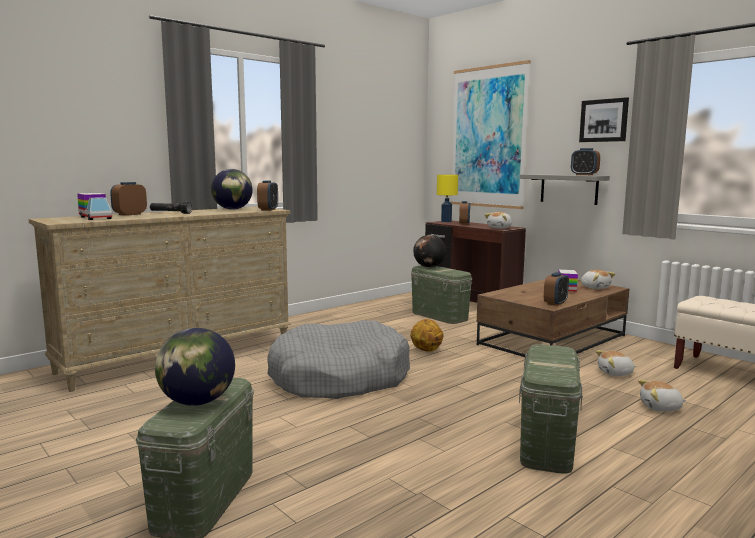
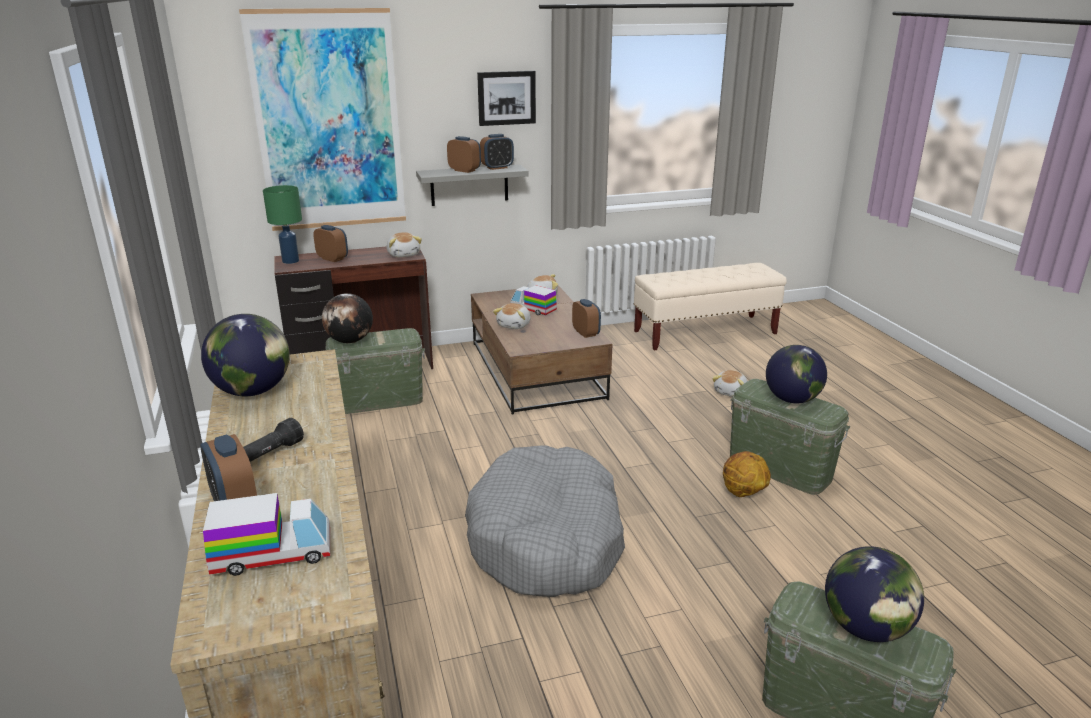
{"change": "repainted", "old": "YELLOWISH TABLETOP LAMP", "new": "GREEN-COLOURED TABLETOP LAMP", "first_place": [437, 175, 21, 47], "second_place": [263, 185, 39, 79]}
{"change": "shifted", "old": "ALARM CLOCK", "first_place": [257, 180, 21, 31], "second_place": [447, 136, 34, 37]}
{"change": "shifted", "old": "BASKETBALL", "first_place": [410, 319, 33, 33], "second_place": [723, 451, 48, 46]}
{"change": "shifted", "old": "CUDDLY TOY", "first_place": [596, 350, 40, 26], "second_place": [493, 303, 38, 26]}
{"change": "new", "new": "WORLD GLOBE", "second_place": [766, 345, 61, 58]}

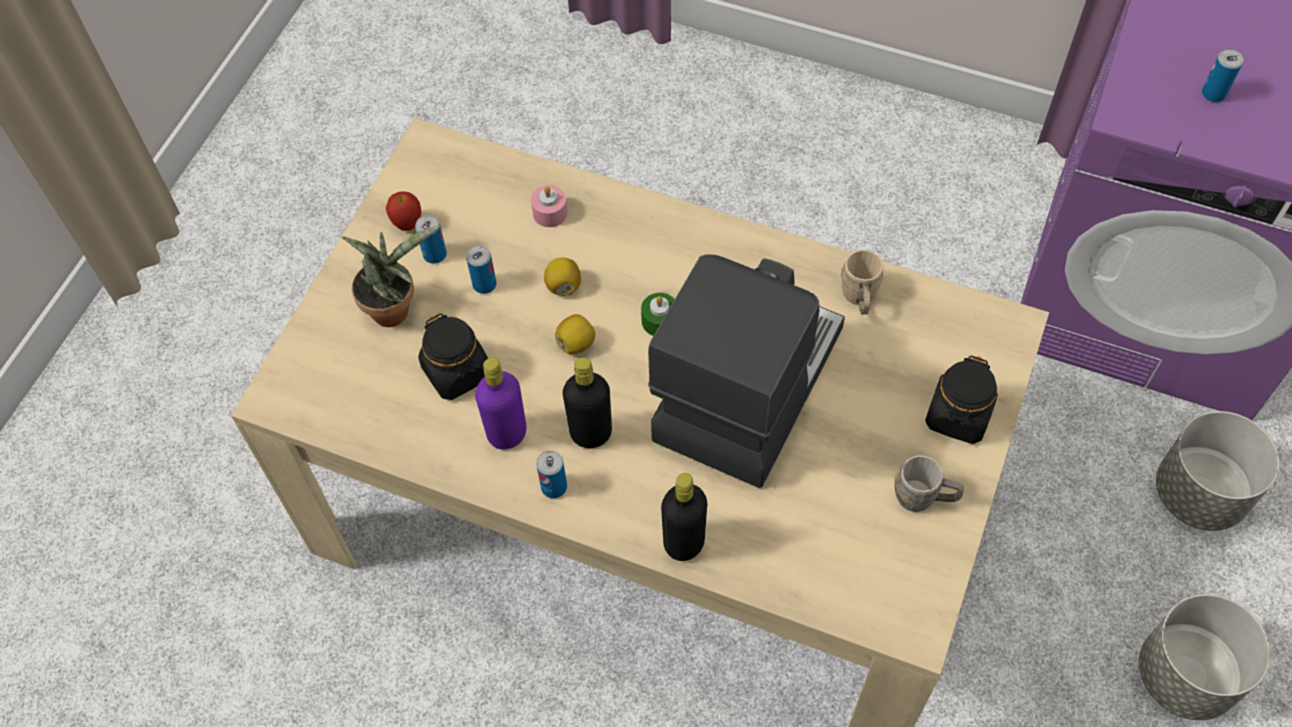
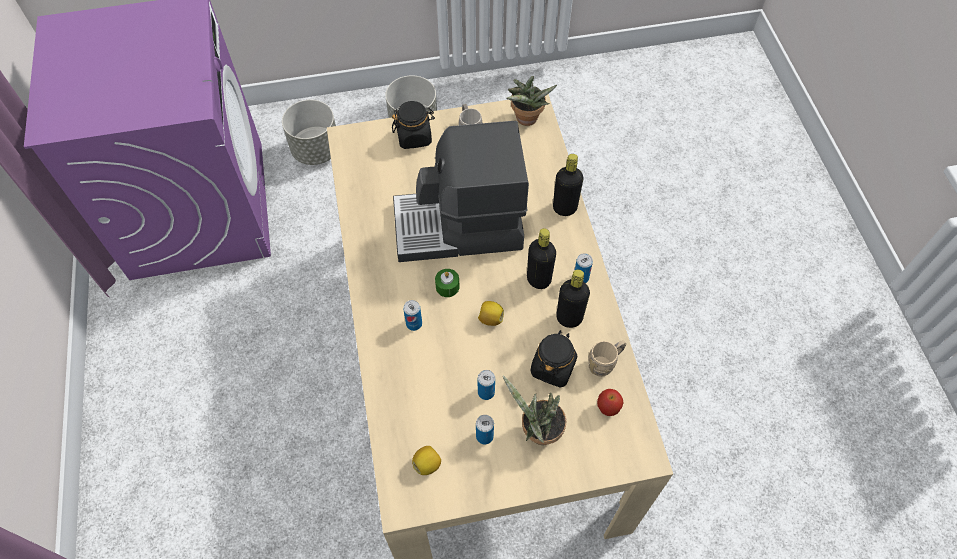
{"change": "shifted", "old": "METAL CAN", "first_place": [1202, 49, 41, 53], "second_place": [403, 300, 19, 31]}
{"change": "gone", "old": "PINK CANDLE", "first_place": [531, 185, 37, 42]}
{"change": "shifted", "old": "APPLE", "first_place": [386, 191, 35, 40], "second_place": [597, 389, 26, 27]}
{"change": "shifted", "old": "BEIGE-COLOURED COFFEE MUG", "first_place": [840, 250, 43, 65], "second_place": [588, 340, 38, 37]}
{"change": "shifted", "old": "WHOLE LEMON", "first_place": [544, 257, 37, 39], "second_place": [412, 446, 29, 29]}
{"change": "repainted", "old": "PURPLE BEVERAGE BOTTLE", "new": "BLACK BEVERAGE BOTTLE", "first_place": [475, 357, 52, 93], "second_place": [556, 269, 34, 59]}
{"change": "new", "new": "PLANT IN A POT", "second_place": [506, 76, 51, 50]}

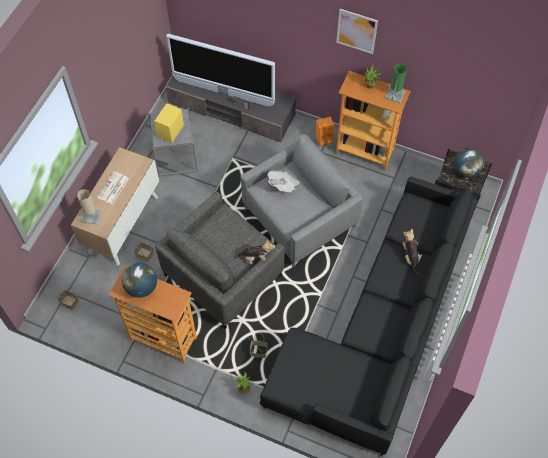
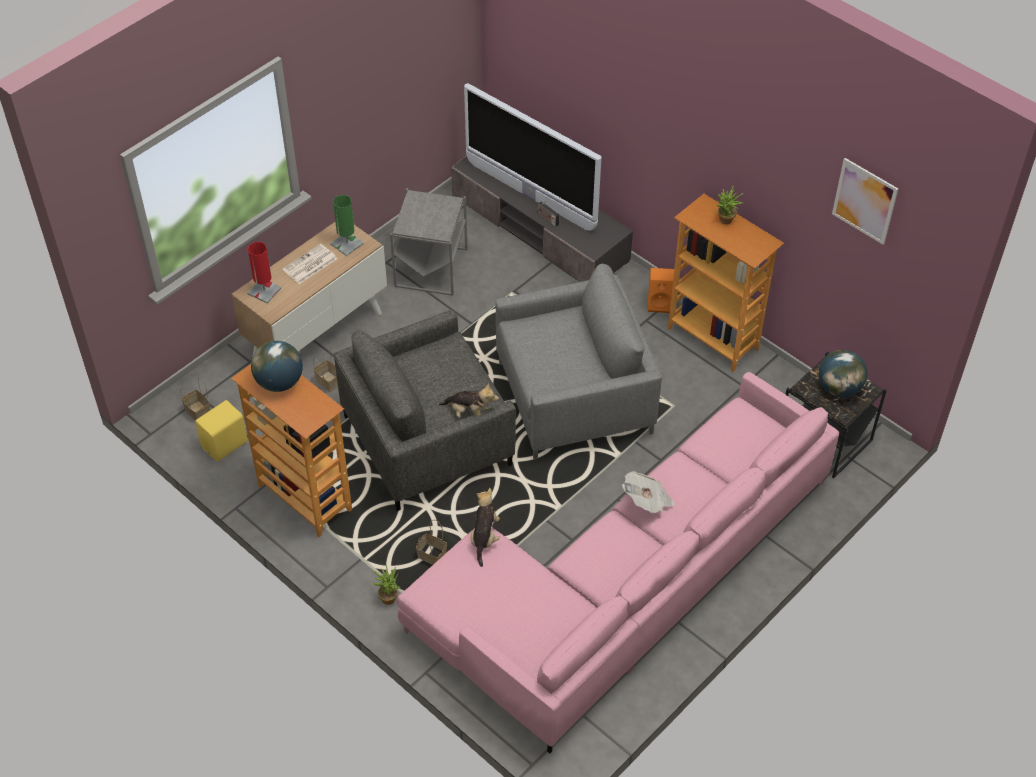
{"change": "shifted", "old": "WALL PICTURE", "first_place": [336, 9, 42, 45], "second_place": [832, 158, 66, 87]}
{"change": "shifted", "old": "GREEN-COLOURED TABLETOP LAMP", "first_place": [385, 64, 22, 39], "second_place": [330, 195, 34, 61]}
{"change": "shifted", "old": "YELLOWISH AUDIO SPEAKER", "first_place": [154, 103, 30, 40], "second_place": [195, 400, 53, 62]}
{"change": "shifted", "old": "DAILY PAPER", "first_place": [267, 171, 33, 22], "second_place": [622, 471, 53, 43]}
{"change": "repainted", "old": "BLACK COUCH", "new": "PINK COUCH", "first_place": [260, 177, 218, 279], "second_place": [397, 372, 442, 382]}
{"change": "repainted", "old": "BEIGE-COLOURED TABLETOP LAMP", "new": "RED-COLOURED TABLETOP LAMP", "first_place": [77, 189, 25, 35], "second_place": [247, 242, 35, 61]}
{"change": "shifted", "old": "CUDDLY TOY", "first_place": [402, 228, 21, 48], "second_place": [471, 488, 29, 79]}

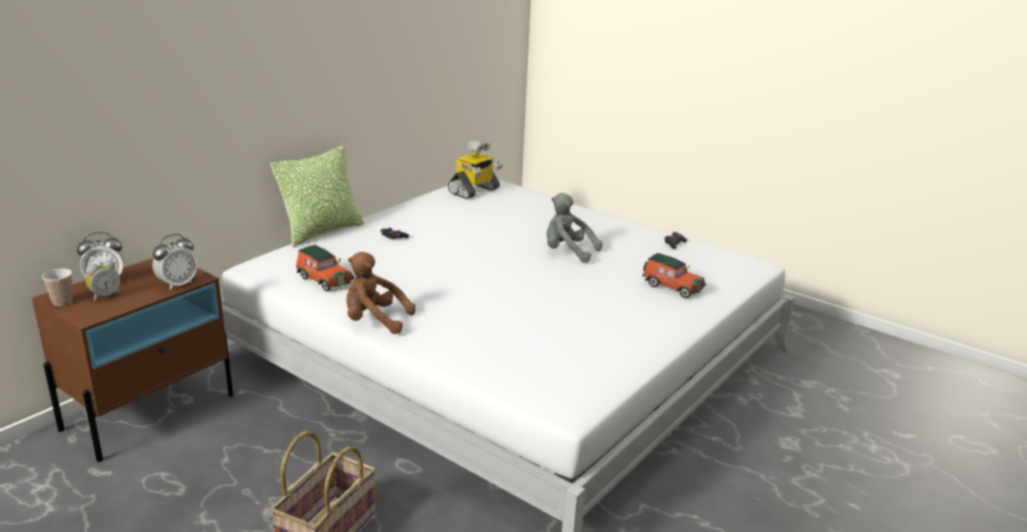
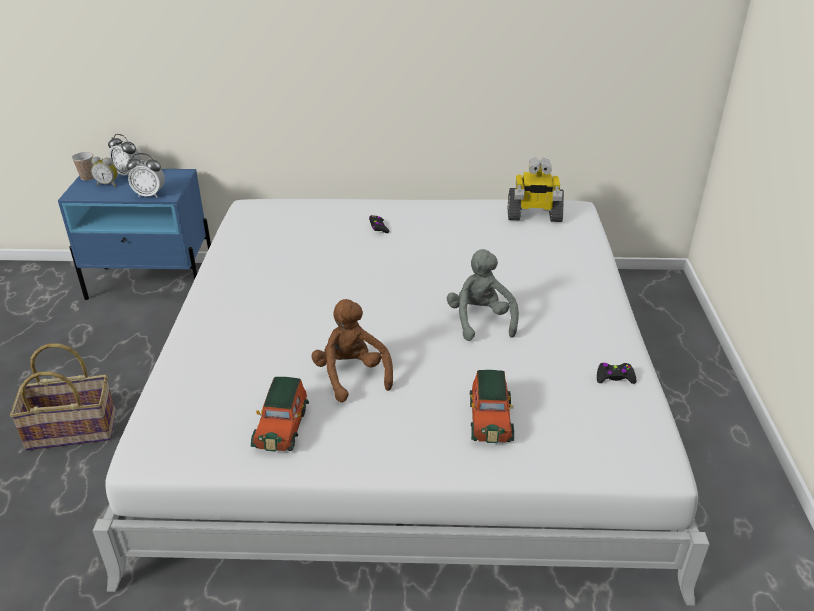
{"change": "gone", "old": "THROW PILLOW", "first_place": [270, 146, 94, 101]}
{"change": "shifted", "old": "TOY CAR", "first_place": [296, 245, 58, 47], "second_place": [251, 377, 58, 75]}
{"change": "shifted", "old": "BROWN-COLOURED CUDDLY TOY", "first_place": [346, 252, 69, 82], "second_place": [311, 299, 82, 103]}
{"change": "repainted", "old": "BROWN-COLOURED BEDSIDE TABLE", "new": "BLUISH BEDSIDE TABLE", "first_place": [32, 258, 201, 204], "second_place": [58, 169, 153, 131]}

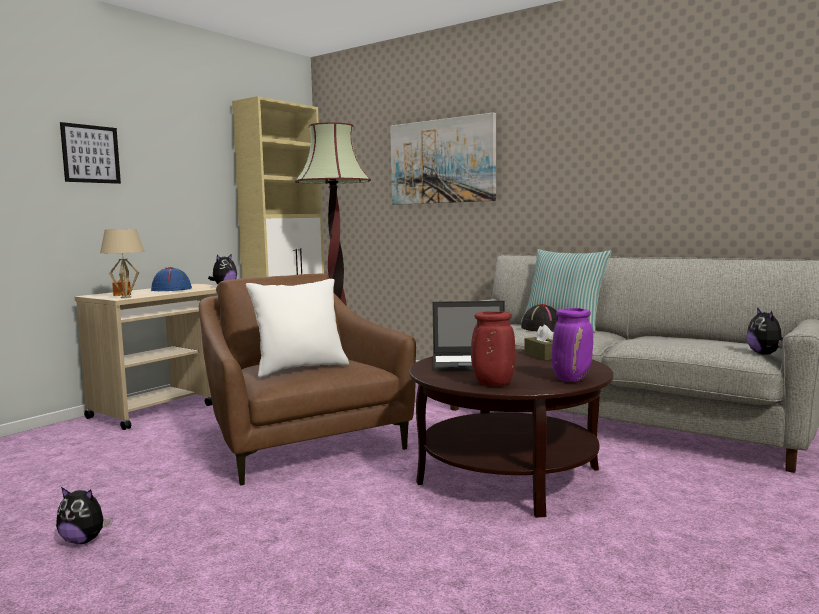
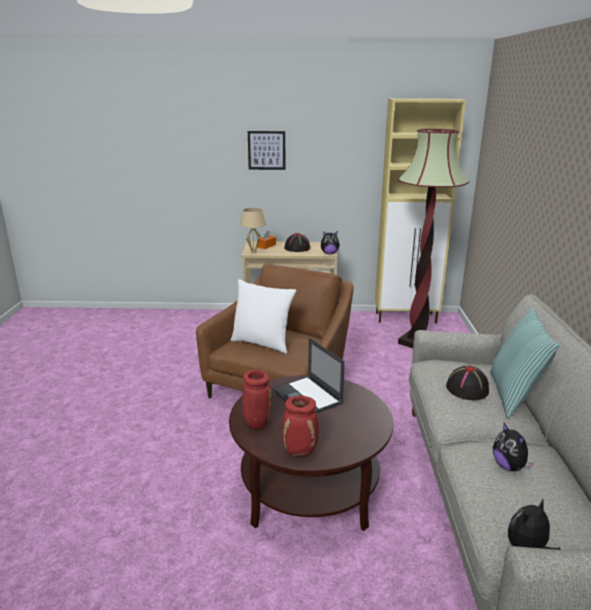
{"change": "gone", "old": "WALL PICTURE", "first_place": [390, 113, 106, 92]}
{"change": "repainted", "old": "BLUISH HAT", "new": "BLACK HAT", "first_place": [151, 267, 41, 24], "second_place": [284, 233, 26, 19]}
{"change": "repainted", "old": "PURPLE DECORATIVE VASE", "new": "RED-COLOURED DECORATIVE VASE", "first_place": [552, 308, 41, 74], "second_place": [282, 396, 37, 61]}
{"change": "gone", "old": "BROWN-COLOURED BOX OF TISSUES", "first_place": [524, 325, 30, 36]}
{"change": "shifted", "old": "CUDDLY TOY", "first_place": [56, 487, 56, 57], "second_place": [493, 423, 41, 48]}

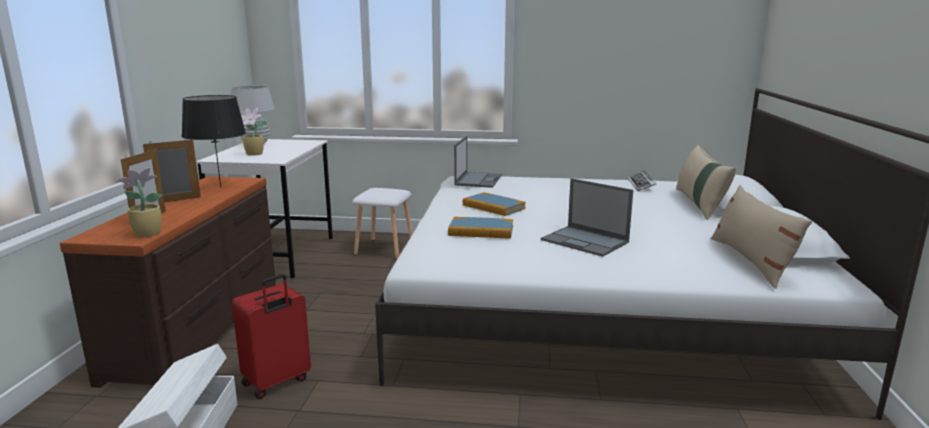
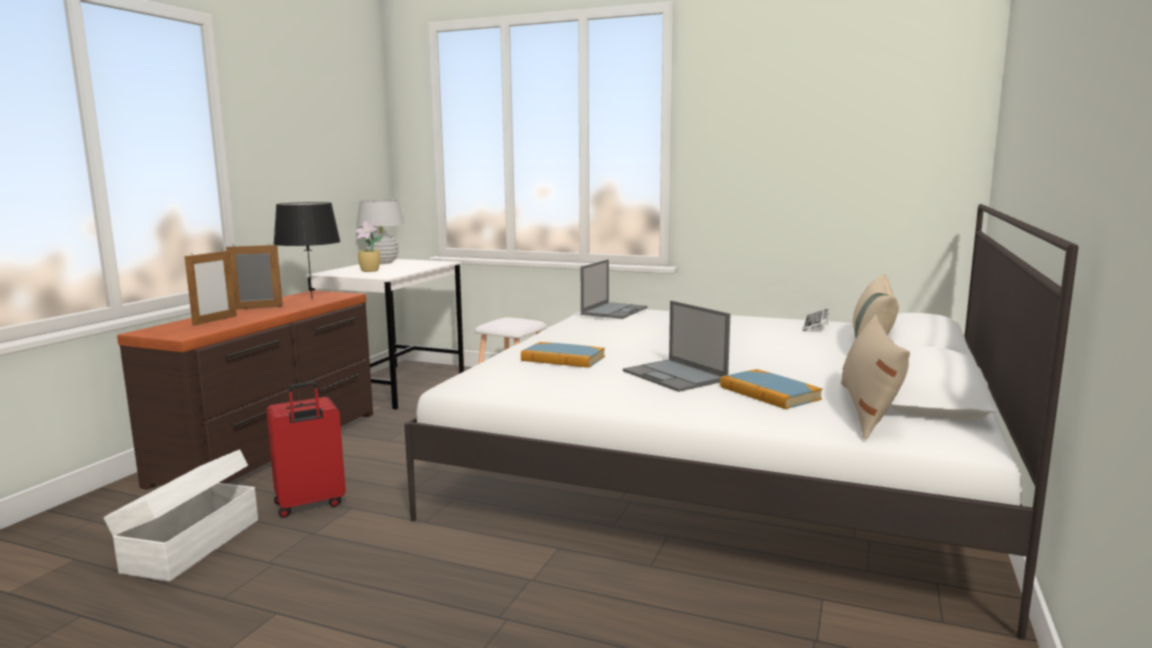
{"change": "gone", "old": "PLANT IN A POT", "first_place": [115, 168, 48, 69]}
{"change": "shifted", "old": "BOUND BOOK", "first_place": [463, 192, 63, 24], "second_place": [720, 369, 103, 40]}

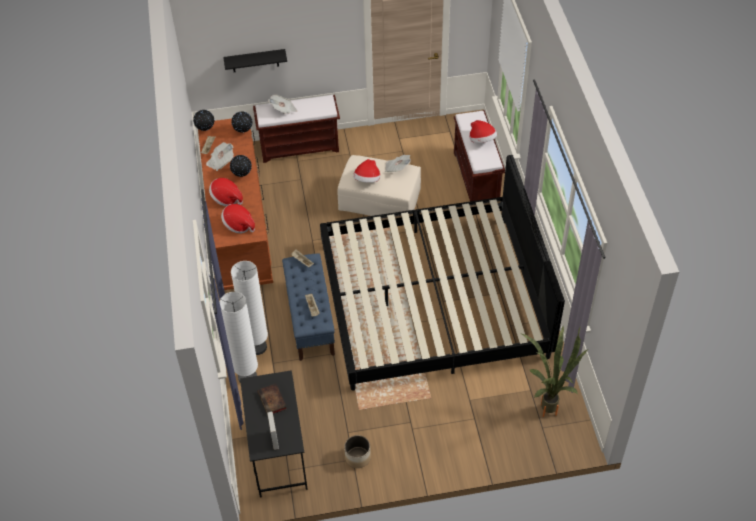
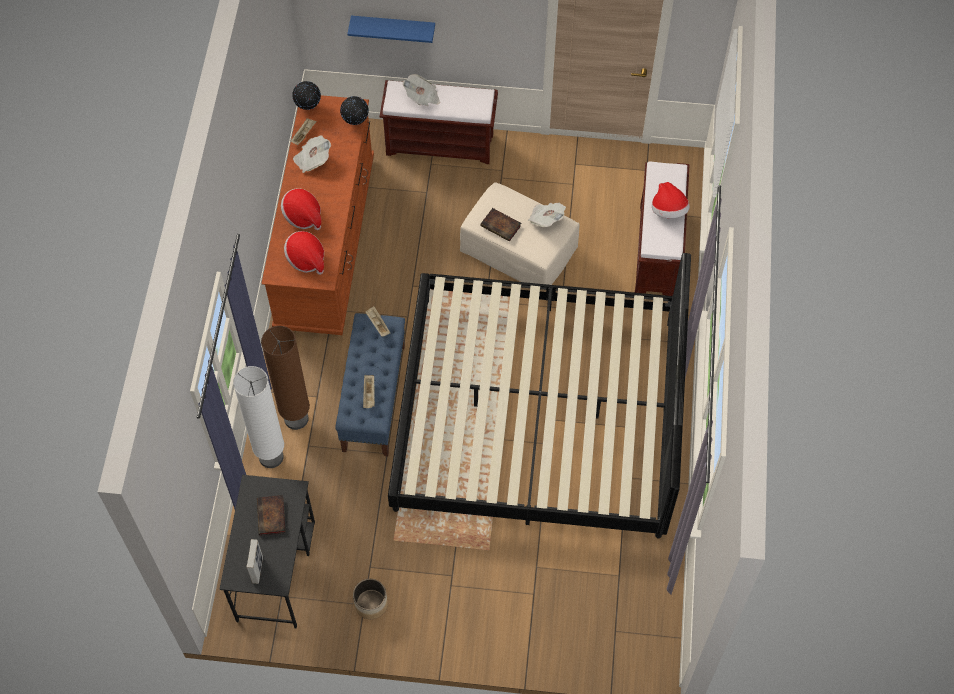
{"change": "repainted", "old": "BLACK WALL SHELF", "new": "BLUISH WALL SHELF", "first_place": [223, 49, 64, 23], "second_place": [347, 16, 88, 27]}
{"change": "gone", "old": "WORLD GLOBE", "first_place": [230, 155, 22, 22]}
{"change": "swapped", "old": "HAT", "new": "BOUND BOOK", "first_place": [353, 159, 27, 24], "second_place": [480, 208, 41, 34]}
{"change": "repainted", "old": "WHITISH STANDING LAMP", "new": "BROWN-COLOURED STANDING LAMP", "first_place": [231, 261, 37, 94], "second_place": [261, 326, 49, 104]}
{"change": "gone", "old": "PLANT IN A POT", "first_place": [522, 326, 66, 91]}

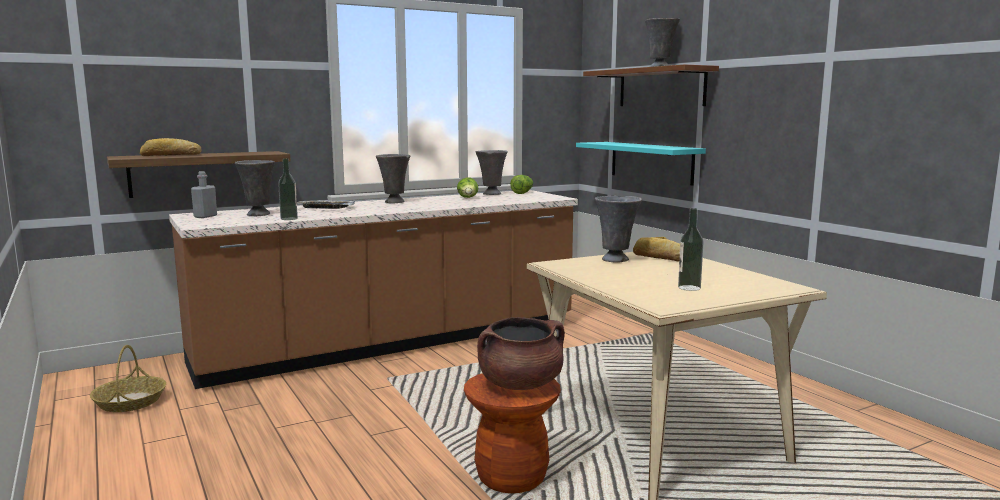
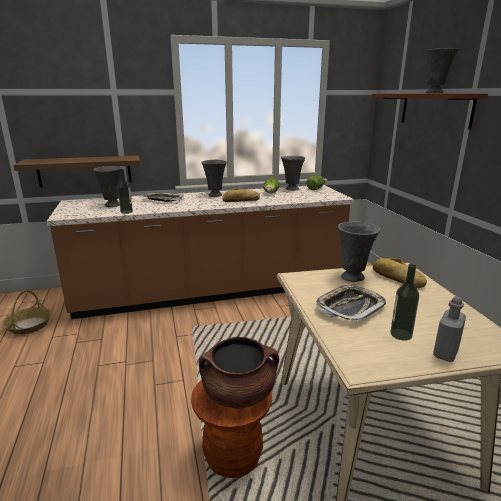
{"change": "shifted", "old": "BREAD", "first_place": [140, 138, 62, 18], "second_place": [222, 188, 38, 14]}
{"change": "gone", "old": "BLUE-GREEN WALL SHELF", "first_place": [576, 142, 130, 43]}
{"change": "shifted", "old": "GREYISH BEVERAGE BOTTLE", "first_place": [191, 171, 26, 47], "second_place": [433, 296, 33, 66]}
{"change": "new", "new": "CARRYING TRAY", "second_place": [316, 283, 70, 39]}

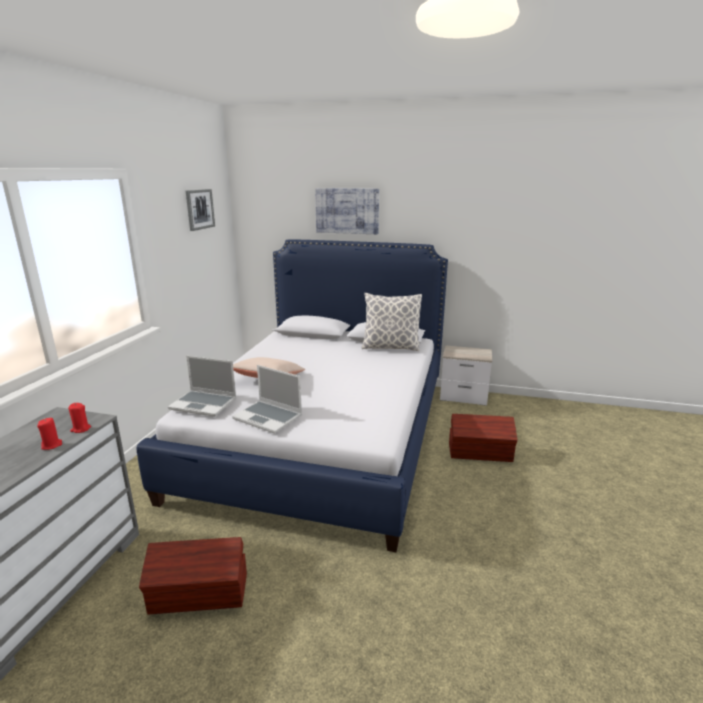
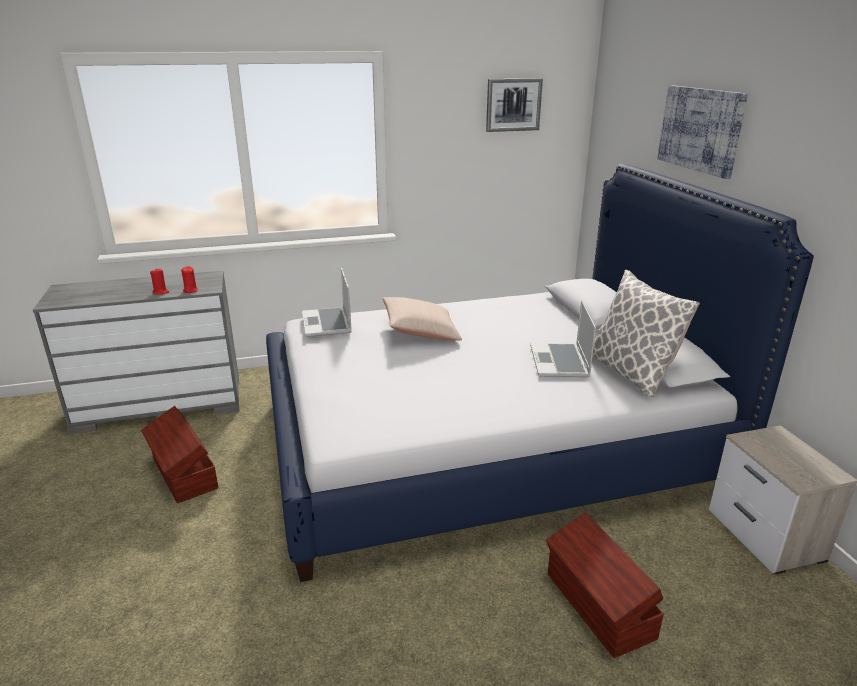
{"change": "shifted", "old": "PORTABLE COMPUTER", "first_place": [232, 365, 70, 69], "second_place": [530, 301, 66, 76]}

